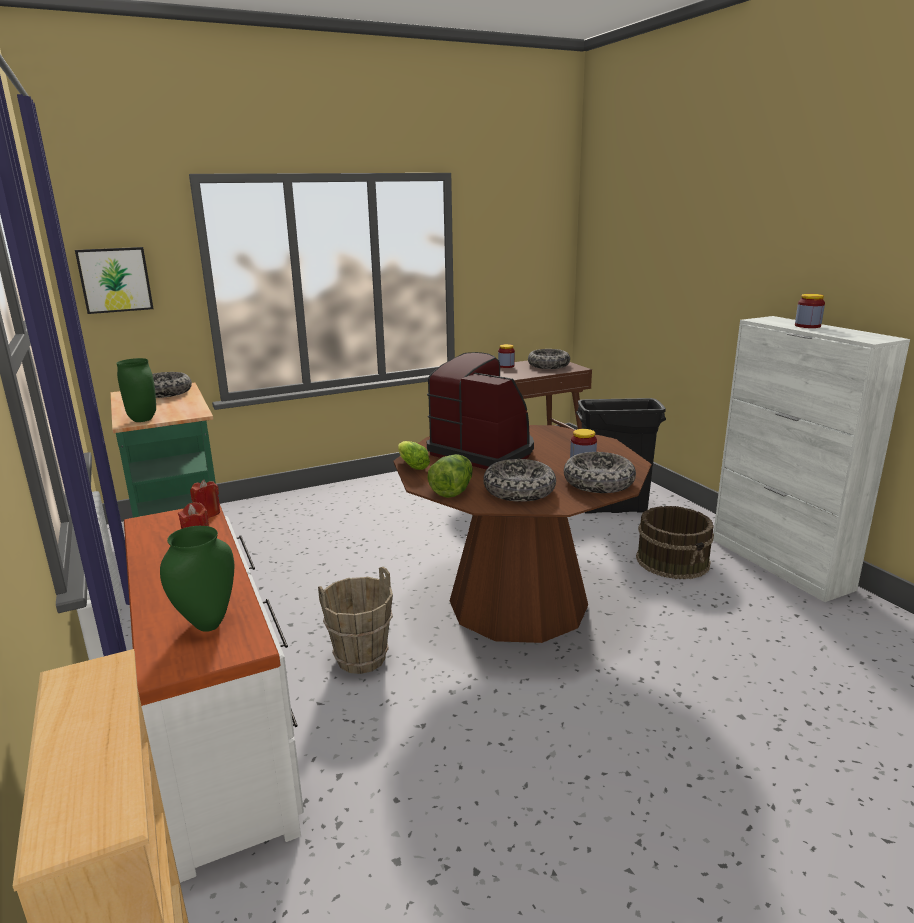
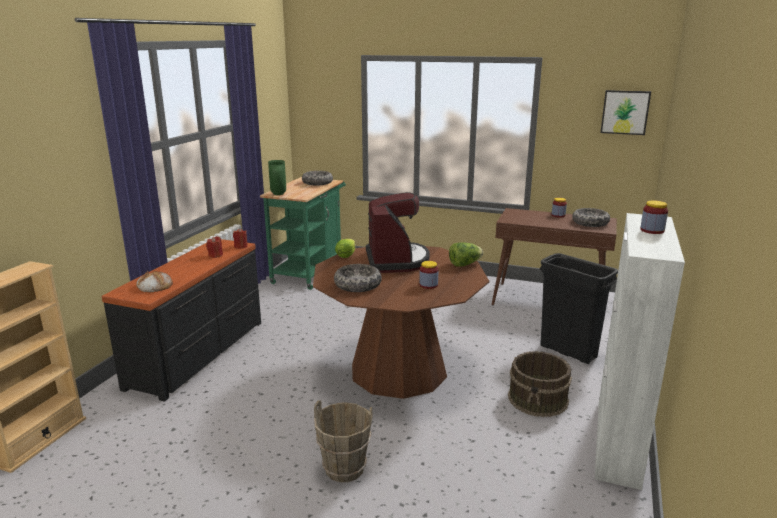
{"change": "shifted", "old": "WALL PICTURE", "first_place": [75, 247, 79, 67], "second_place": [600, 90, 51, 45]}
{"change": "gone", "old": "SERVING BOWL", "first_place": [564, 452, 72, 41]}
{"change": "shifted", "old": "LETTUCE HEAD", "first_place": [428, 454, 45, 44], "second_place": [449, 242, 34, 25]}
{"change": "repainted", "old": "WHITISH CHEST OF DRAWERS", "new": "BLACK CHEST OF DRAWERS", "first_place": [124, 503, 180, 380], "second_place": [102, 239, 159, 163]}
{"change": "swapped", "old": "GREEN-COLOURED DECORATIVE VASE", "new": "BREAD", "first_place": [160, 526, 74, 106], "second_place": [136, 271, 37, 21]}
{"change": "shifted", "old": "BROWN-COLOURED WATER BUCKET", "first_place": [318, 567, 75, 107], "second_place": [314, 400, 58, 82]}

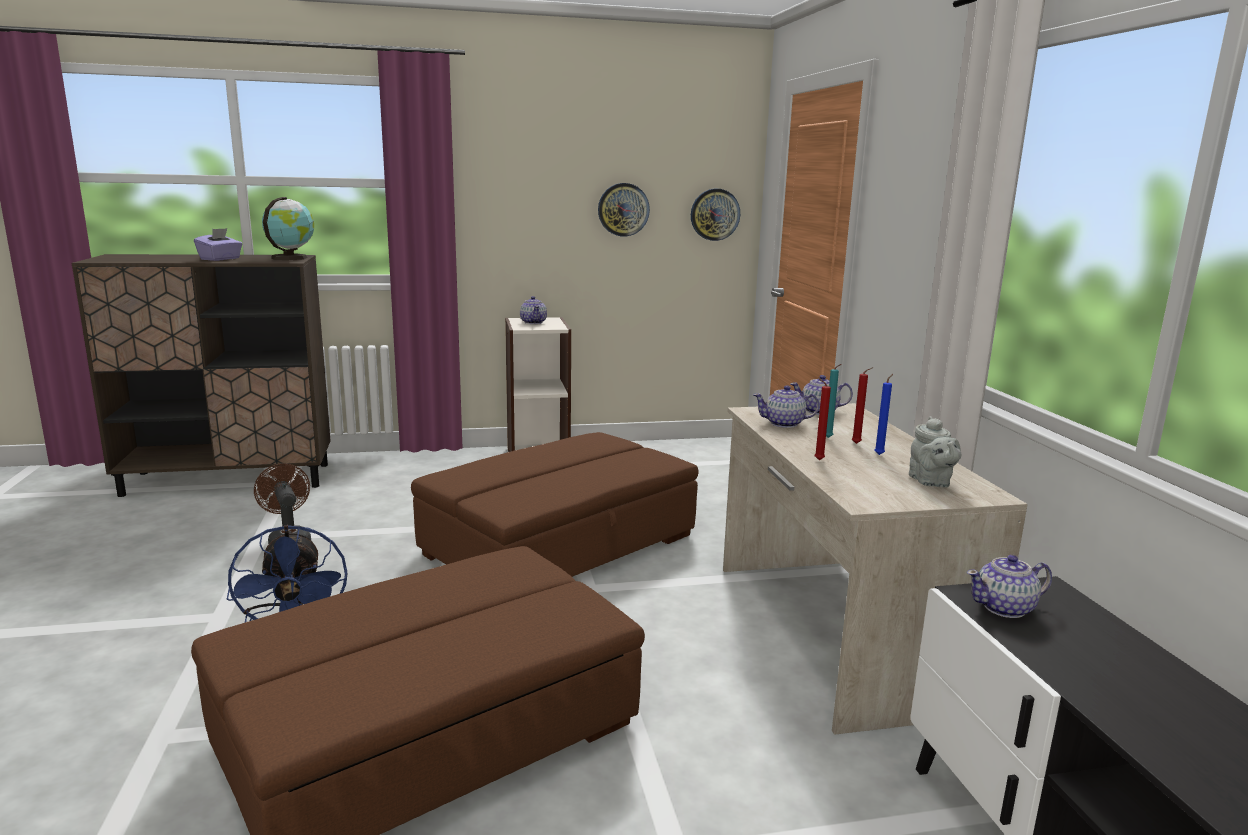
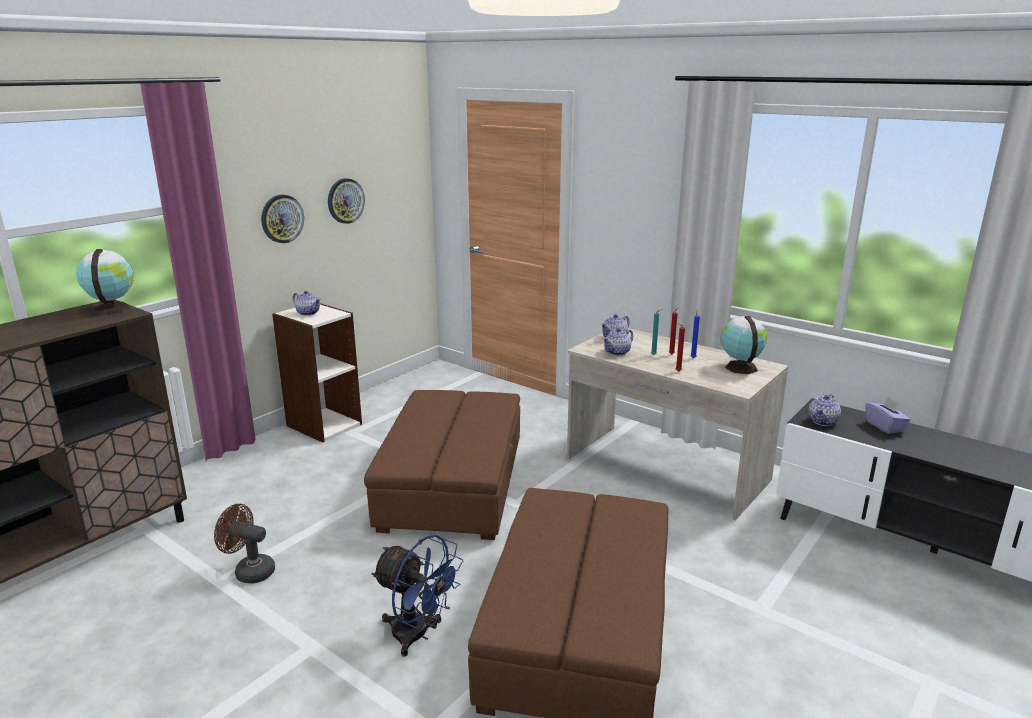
{"change": "shifted", "old": "HANGING CLOCK", "first_place": [691, 189, 49, 52], "second_place": [261, 195, 43, 48]}
{"change": "shifted", "old": "PURPLE BOX OF TISSUES", "first_place": [194, 228, 48, 33], "second_place": [865, 397, 45, 37]}
{"change": "swapped", "old": "GREYISH POT FOR TEA", "new": "WORLD GLOBE", "first_place": [909, 416, 52, 72], "second_place": [721, 316, 46, 58]}

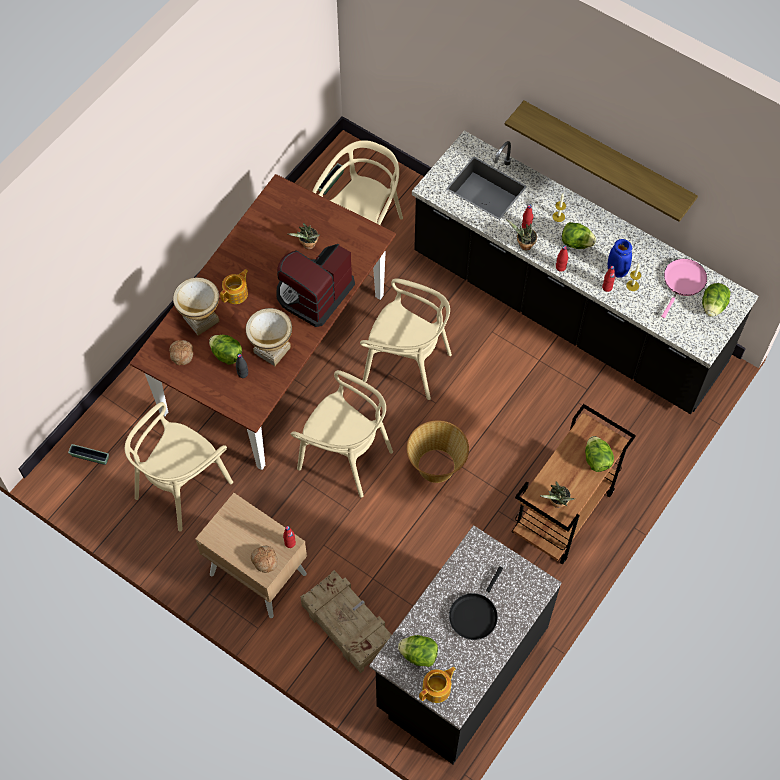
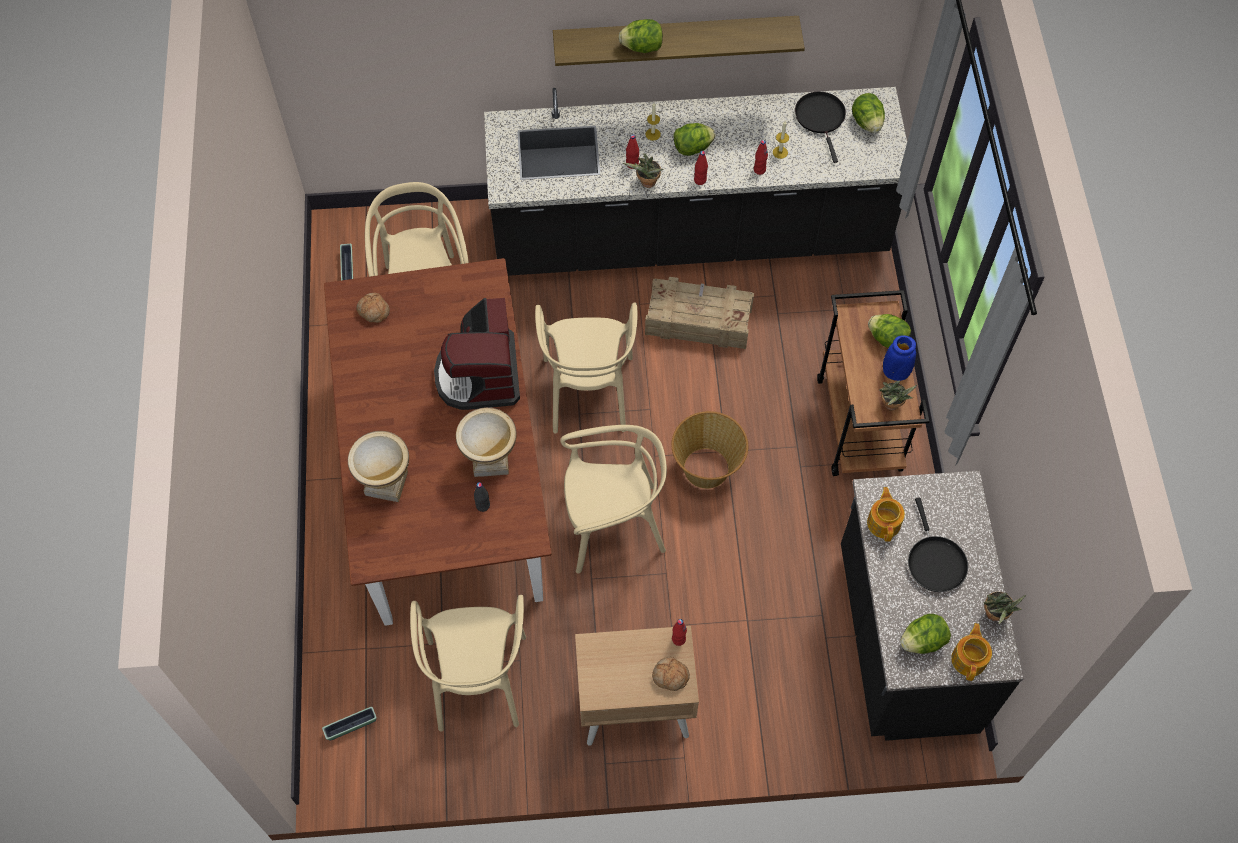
{"change": "shifted", "old": "PLANT IN A POT", "first_place": [288, 223, 32, 26], "second_place": [983, 592, 43, 32]}
{"change": "shifted", "old": "BLUISH DECORATIVE VASE", "first_place": [608, 239, 24, 39], "second_place": [883, 335, 33, 46]}
{"change": "repainted", "old": "PINK SKILLET", "new": "BLACK SKILLET", "first_place": [661, 258, 46, 60], "second_place": [795, 91, 51, 72]}
{"change": "shifted", "old": "POT FOR TEA", "first_place": [220, 269, 28, 35], "second_place": [867, 487, 38, 55]}
{"change": "rotated", "old": "BEIGE-COLOURED CHAIR", "first_place": [360, 278, 92, 122], "second_place": [535, 303, 103, 131], "degrees": 105}
{"change": "shifted", "old": "LETTUCE HEAD", "first_place": [209, 335, 33, 30], "second_place": [618, 19, 45, 34]}
{"change": "shifted", "old": "BREAD", "first_place": [169, 340, 24, 25], "second_place": [356, 293, 34, 30]}
{"change": "shifted", "old": "PACKING CRATE", "first_place": [300, 570, 91, 103], "second_place": [645, 277, 109, 72]}

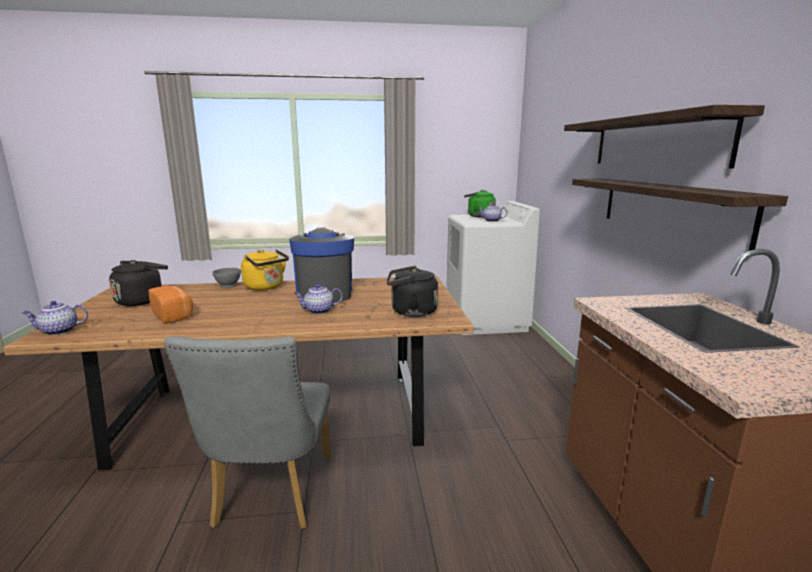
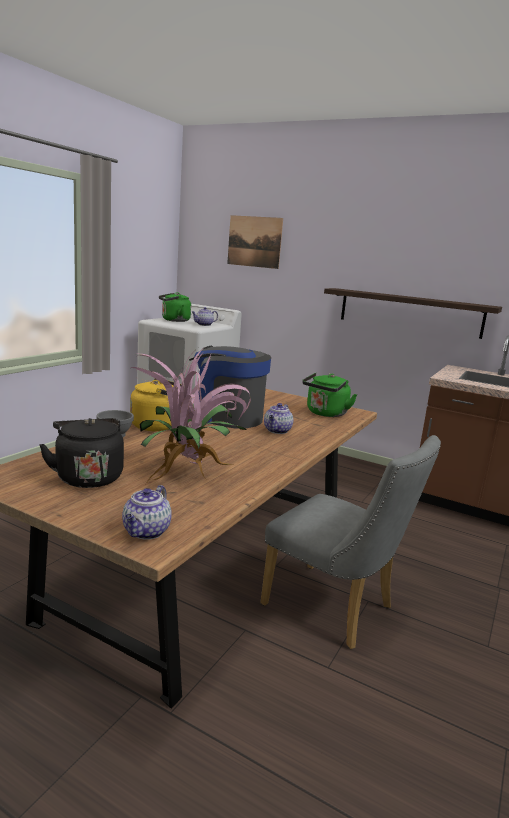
{"change": "gone", "old": "WALL SHELF", "first_place": [564, 105, 201, 63]}
{"change": "repainted", "old": "BLACK KETTLE", "new": "GREEN-COLOURED KETTLE", "first_place": [387, 266, 51, 51], "second_place": [302, 373, 55, 44]}
{"change": "swapped", "old": "BREAD", "new": "PLANT IN A POT", "first_place": [148, 286, 45, 38], "second_place": [131, 350, 120, 134]}
{"change": "new", "new": "WALL PICTURE", "second_place": [227, 215, 56, 54]}

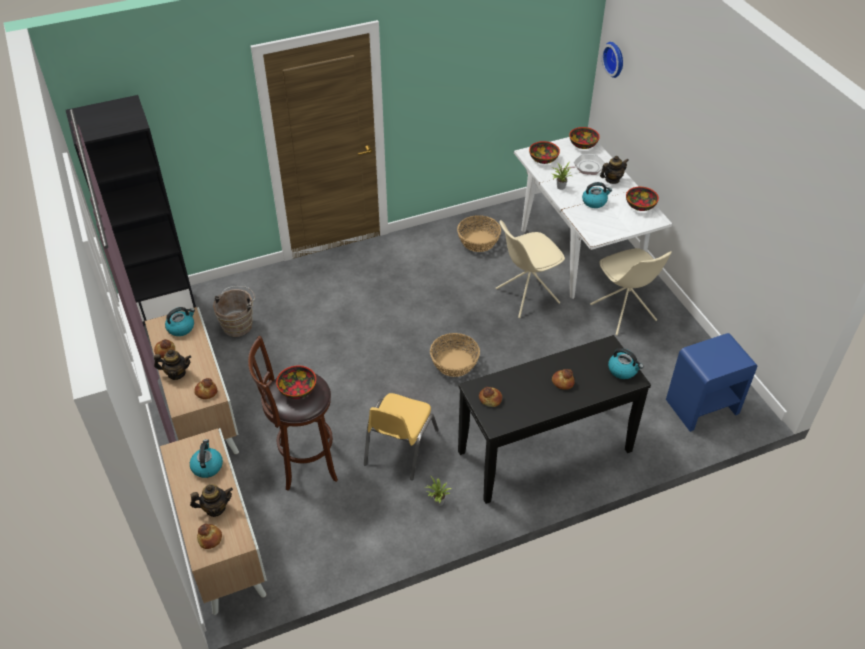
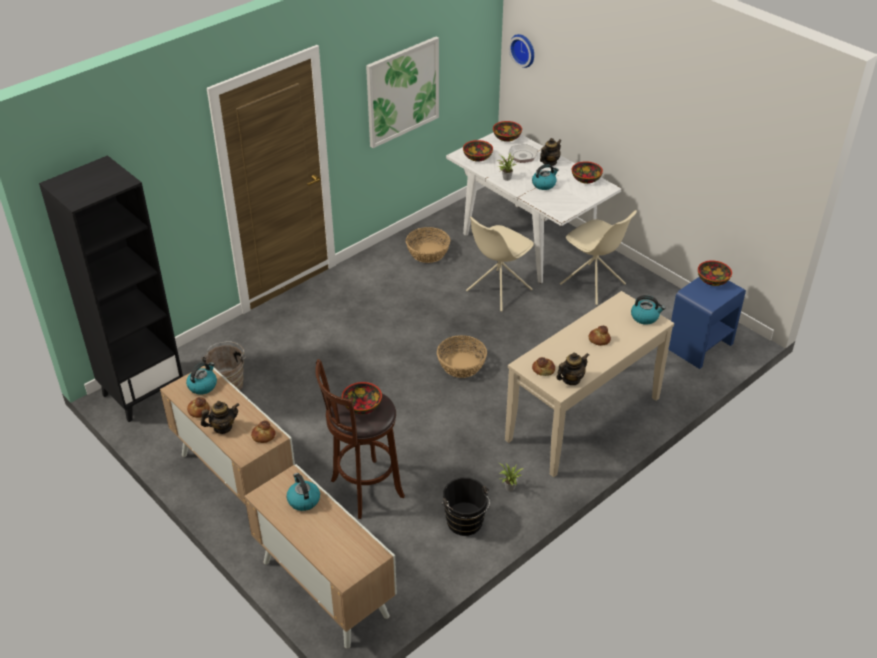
{"change": "repainted", "old": "BLACK NARROW TABLE", "new": "BEIGE-COLOURED NARROW TABLE", "first_place": [458, 335, 193, 169], "second_place": [505, 291, 169, 186]}
{"change": "gone", "old": "YELLOWISH CHAIR", "first_place": [364, 393, 75, 87]}
{"change": "shifted", "old": "POT FOR TEA", "first_place": [190, 484, 43, 33], "second_place": [556, 352, 33, 33]}
{"change": "gone", "old": "BREAD", "first_place": [197, 524, 25, 25]}
{"change": "new", "new": "WALL PICTURE", "second_place": [366, 37, 73, 111]}
{"change": "new", "new": "SERVING BOWL", "second_place": [698, 260, 34, 26]}
{"change": "new", "new": "BLACK WATER BUCKET", "second_place": [442, 477, 48, 59]}

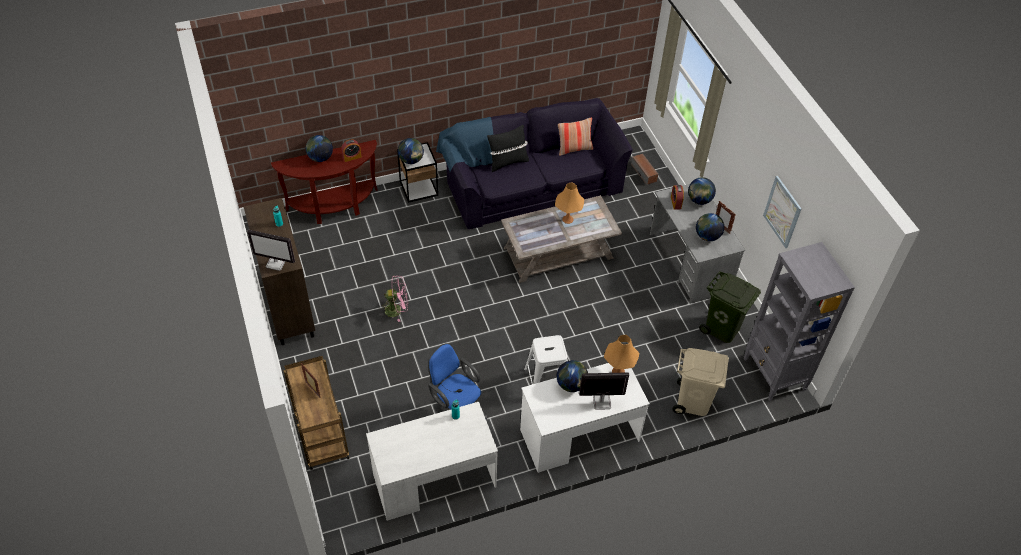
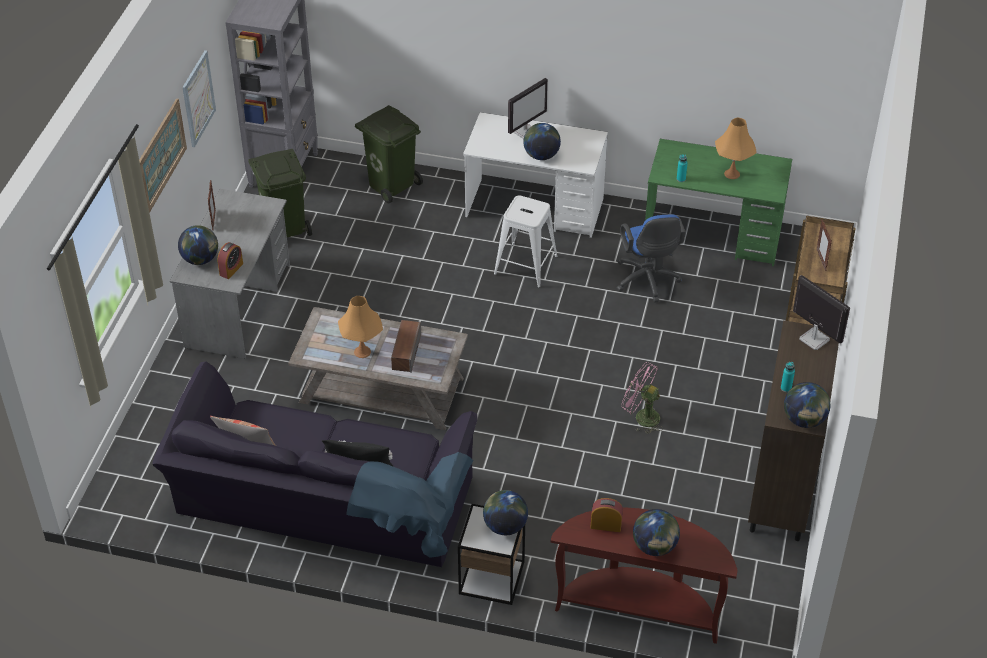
{"change": "shifted", "old": "AUDIO SPEAKER", "first_place": [631, 154, 27, 31], "second_place": [391, 320, 30, 53]}
{"change": "shifted", "old": "WORLD GLOBE", "first_place": [696, 213, 28, 28], "second_place": [784, 382, 46, 46]}
{"change": "shifted", "old": "ORANGE-COLOURED TABLETOP LAMP", "first_place": [604, 335, 35, 38], "second_place": [715, 117, 42, 62]}
{"change": "repainted", "old": "BEIGE-COLOURED TRASH CAN", "new": "GREEN-COLOURED TRASH CAN", "first_place": [672, 348, 57, 68], "second_place": [355, 105, 68, 98]}
{"change": "rotated", "old": "COMPUTER DISPLAY", "first_place": [579, 372, 50, 38], "second_place": [508, 78, 40, 61], "degrees": -75}
{"change": "repainted", "old": "WHITISH DESK UNIT", "new": "GREEN-COLOURED DESK UNIT", "first_place": [366, 402, 132, 119], "second_place": [645, 139, 147, 127]}
{"change": "new", "new": "WALL PICTURE", "second_place": [139, 98, 48, 115]}

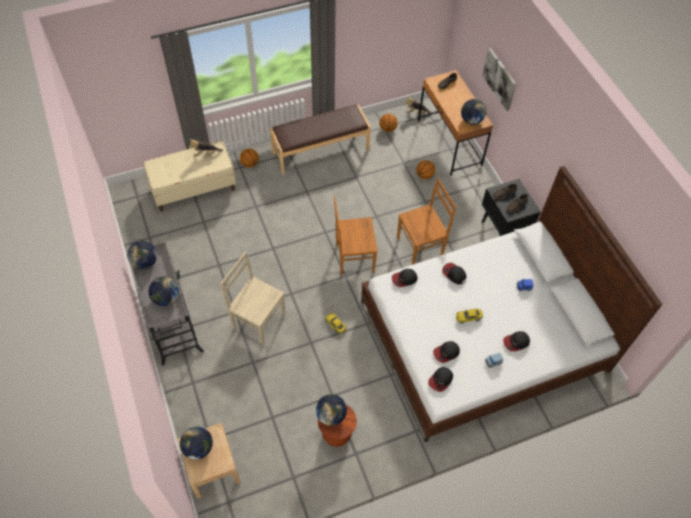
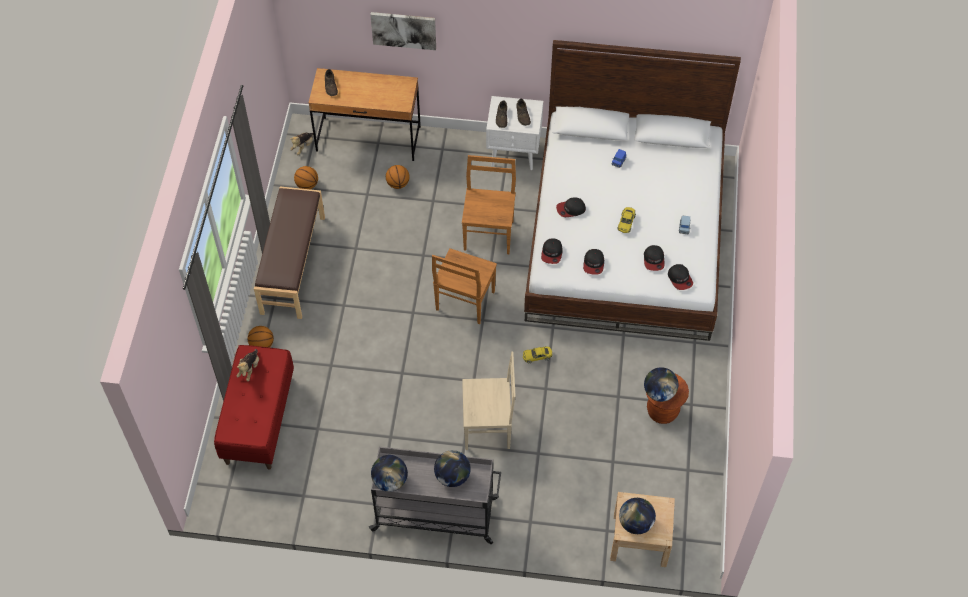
{"change": "gone", "old": "WORLD GLOBE", "first_place": [461, 99, 26, 26]}
{"change": "repainted", "old": "BEIGE-COLOURED INDOOR BENCH", "new": "RED-COLOURED INDOOR BENCH", "first_place": [143, 141, 93, 70], "second_place": [214, 345, 80, 124]}
{"change": "repainted", "old": "BLACK BEDSIDE TABLE", "new": "WHITISH BEDSIDE TABLE", "first_place": [481, 179, 60, 57], "second_place": [486, 96, 57, 74]}
{"change": "rotated", "old": "BEIGE-COLOURED CHAIR", "first_place": [220, 252, 65, 93], "second_place": [462, 352, 54, 98], "degrees": -150}
{"change": "shifted", "old": "BASEBALL CAP", "first_place": [503, 331, 27, 21], "second_place": [583, 249, 21, 26]}

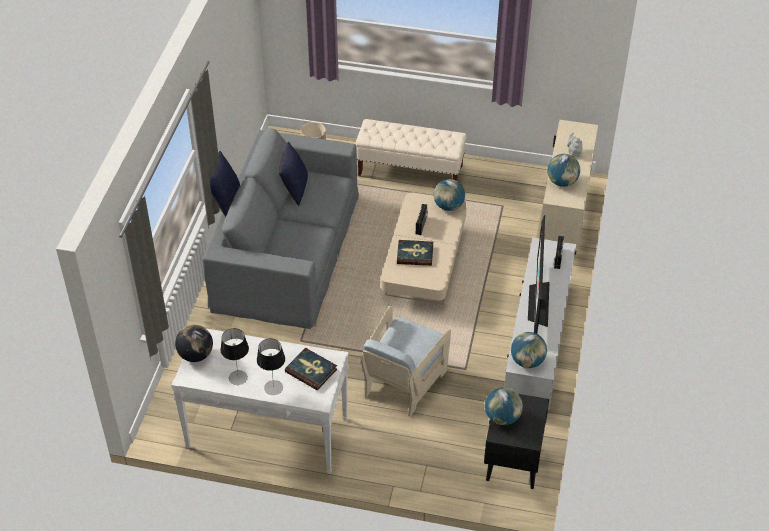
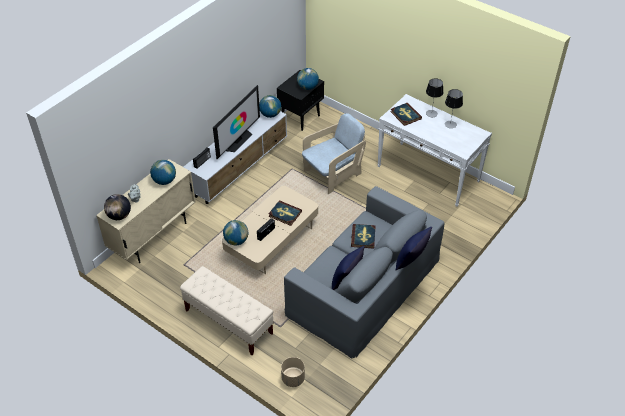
{"change": "shifted", "old": "WORLD GLOBE", "first_place": [175, 325, 38, 37], "second_place": [104, 194, 27, 26]}
{"change": "new", "new": "BOUND BOOK", "second_place": [351, 224, 24, 25]}

